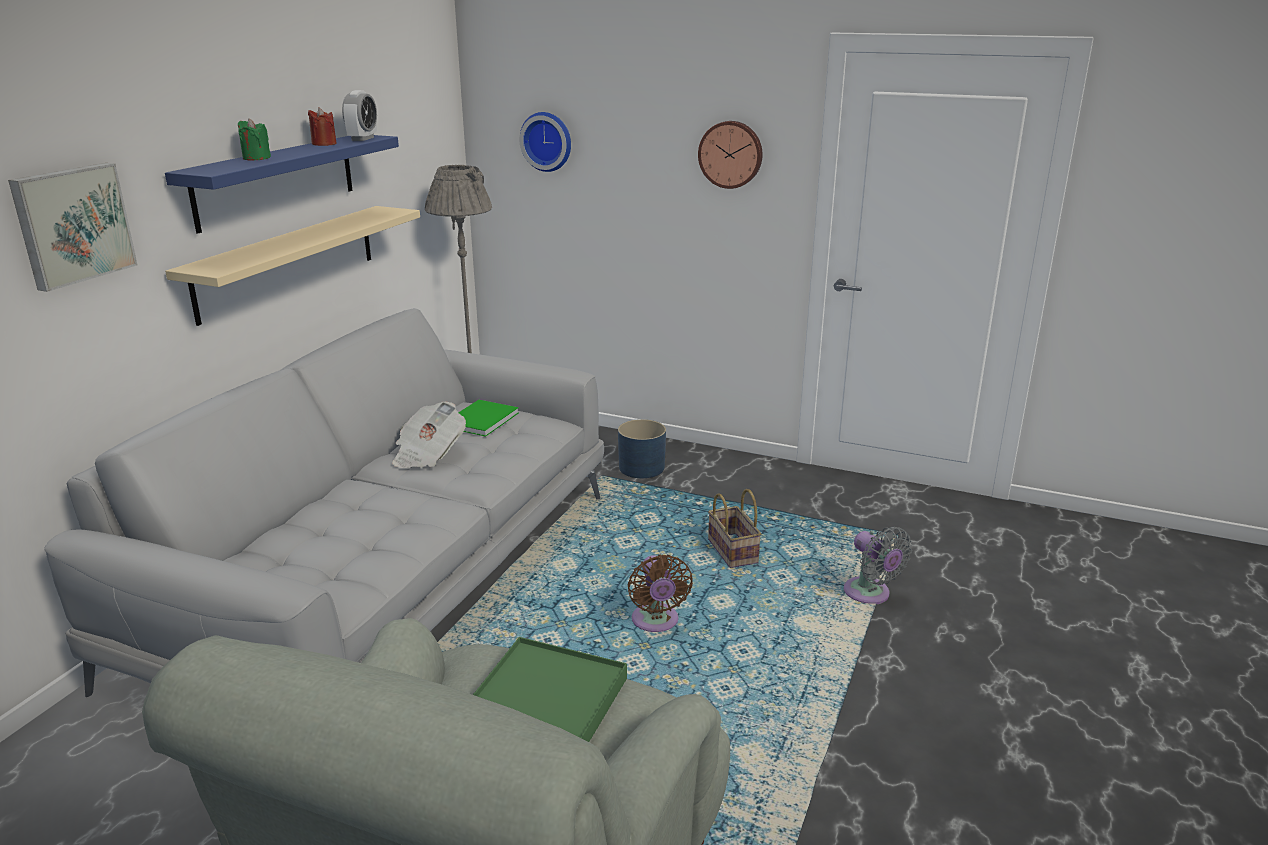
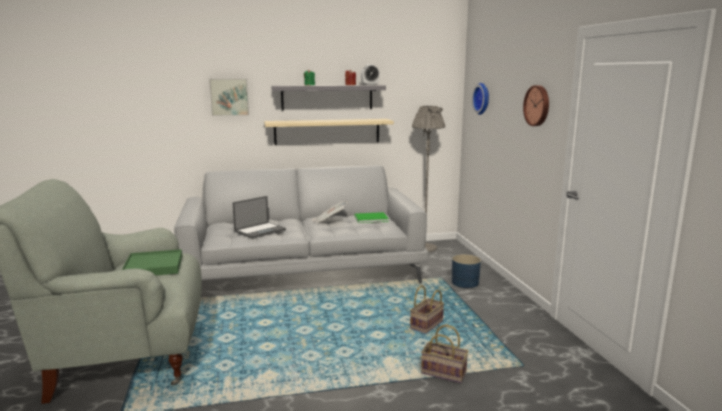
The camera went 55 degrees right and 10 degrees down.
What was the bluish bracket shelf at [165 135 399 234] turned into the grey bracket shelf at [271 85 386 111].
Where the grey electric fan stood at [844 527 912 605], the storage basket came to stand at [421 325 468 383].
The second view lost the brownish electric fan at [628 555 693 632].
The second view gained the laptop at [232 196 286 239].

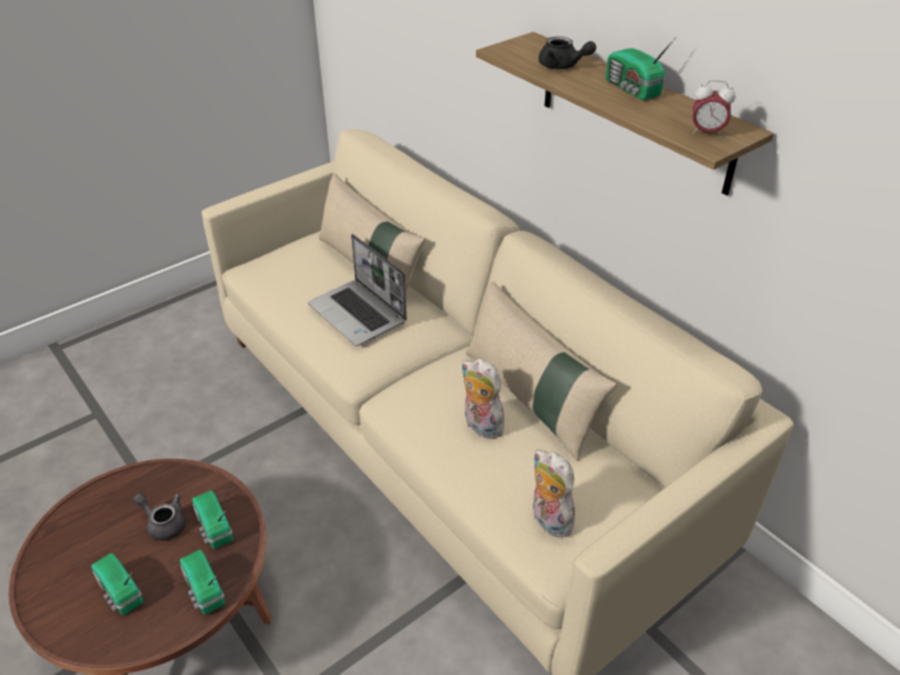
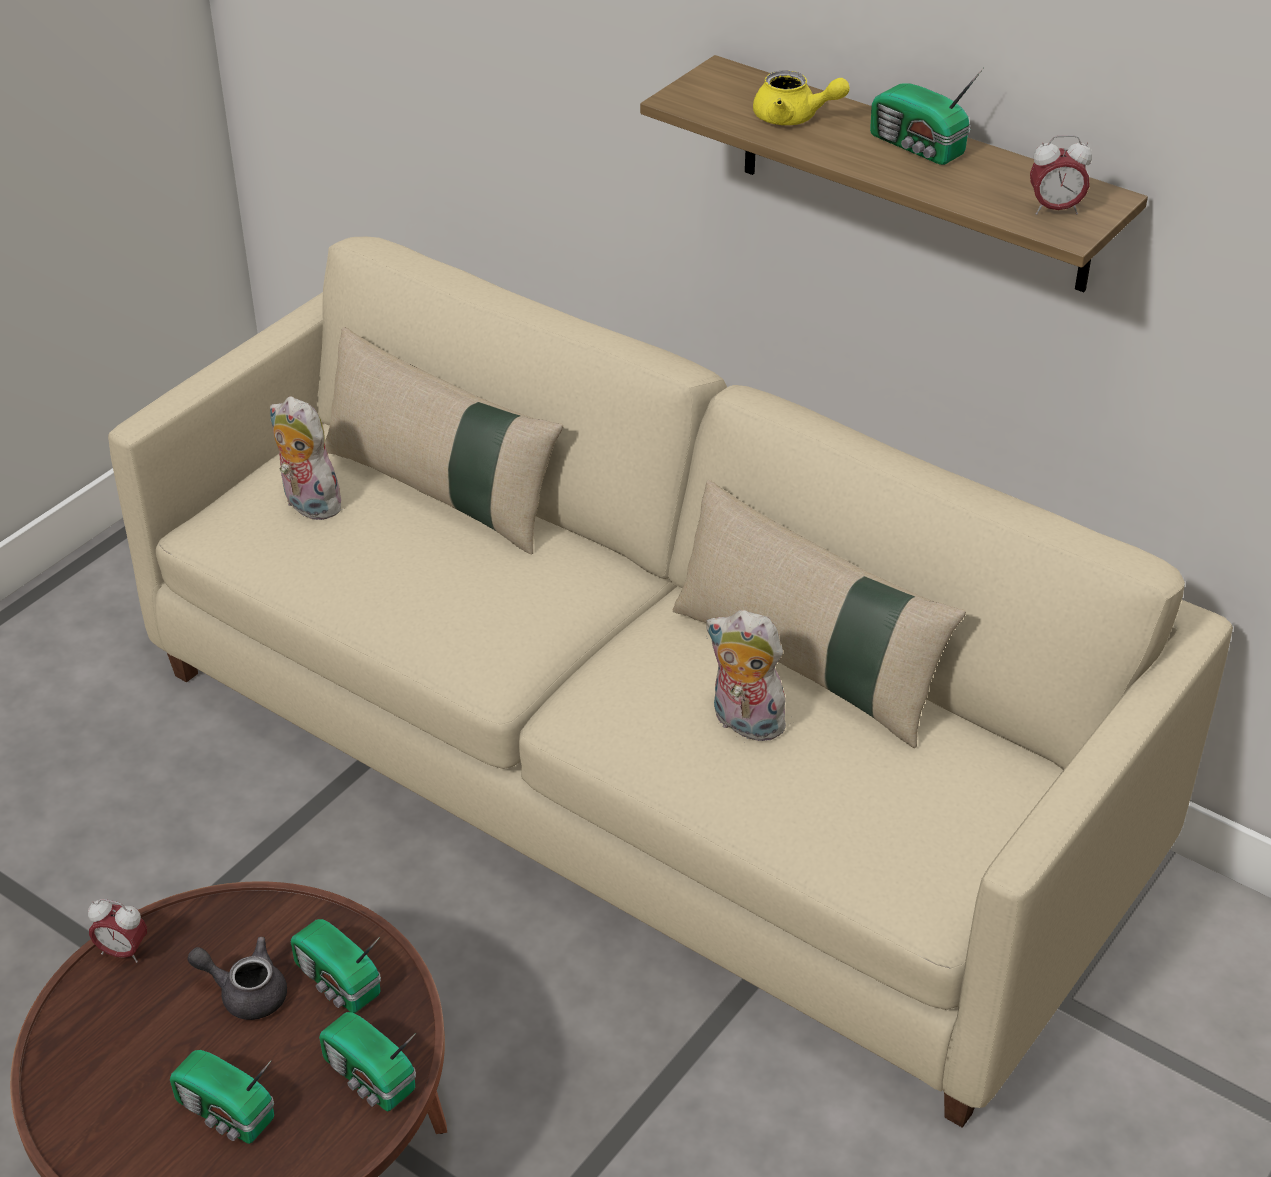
The camera went 15 degrees left and 0 degrees up.
What was the black-coloured tea pot at [539 36 596 69] turned into the yellowish tea pot at [753 70 850 125].
The second view lost the laptop at [308 234 407 346].
The cuddly toy ended up elsewhere, having gone from [533 449 575 538] to [270 396 343 520].
The second view gained the alarm clock at [88 899 147 963].

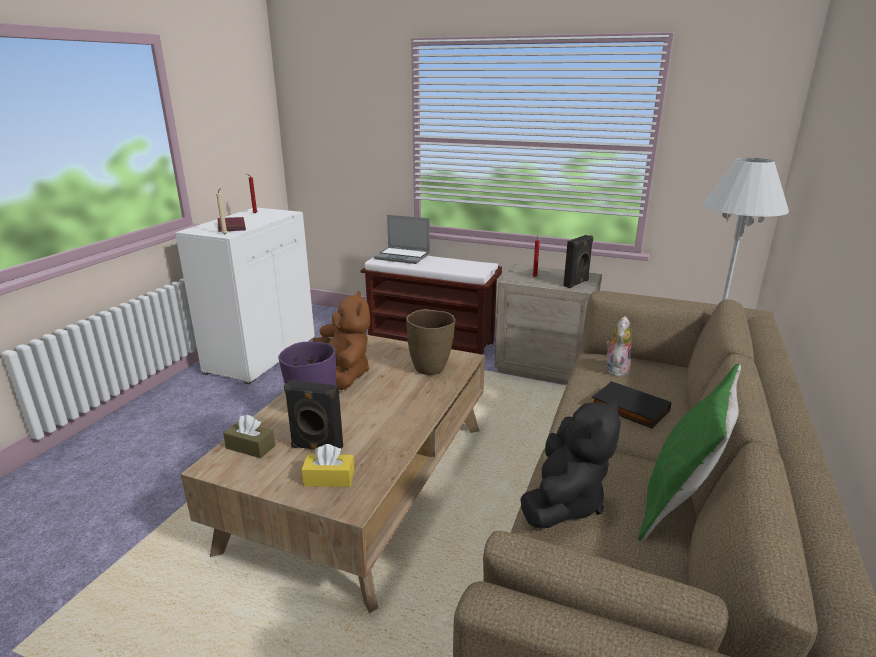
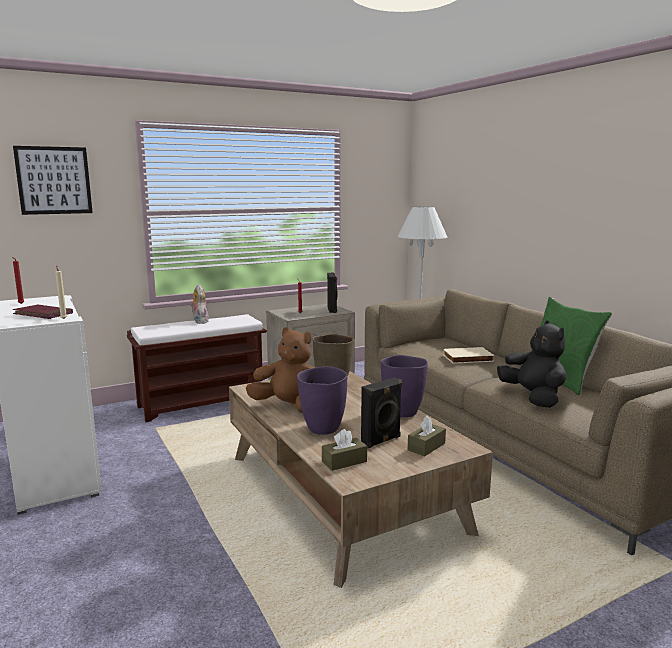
The camera went 50 degrees left and 10 degrees down.
The second view lost the laptop at [374 215 430 264].
The cuddly toy ended up elsewhere, having gone from [606 316 632 377] to [190 284 209 324].
What was the black-coloured book at [592 381 671 429] turned into the sand-coloured book at [443 347 494 364].
What was the yellowish box of tissues at [301 444 354 487] turned into the brownish box of tissues at [408 416 446 456].
The second view gained the picture at [13 146 93 215].
The second view gained the purplish flower vase at [381 355 428 417].

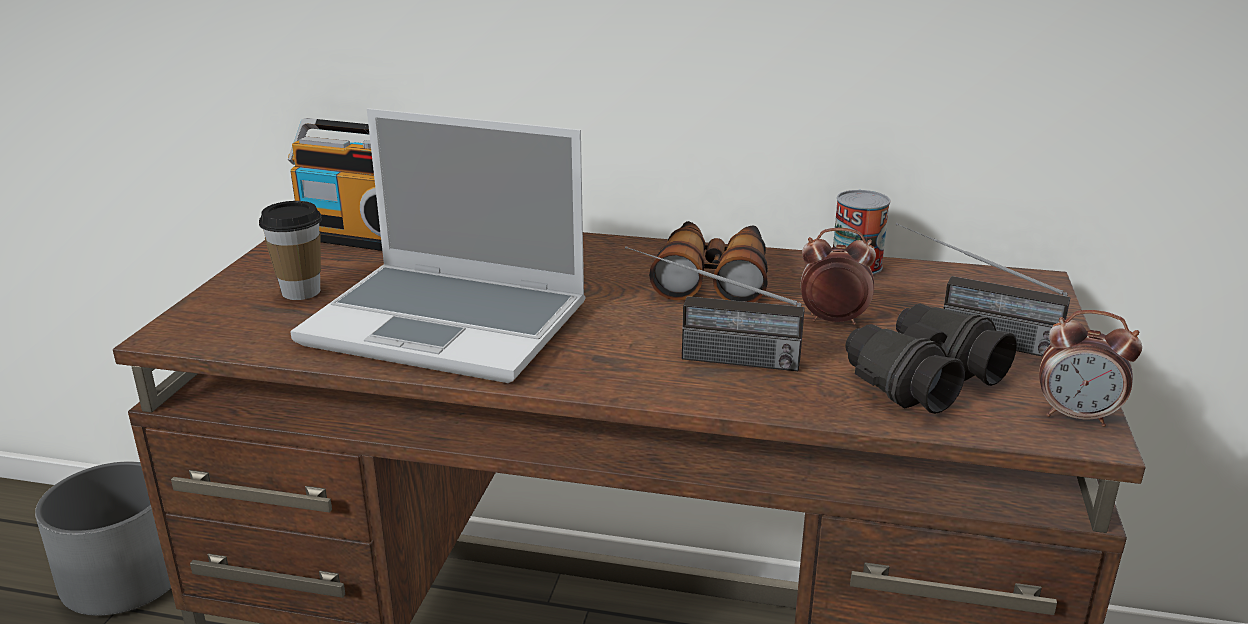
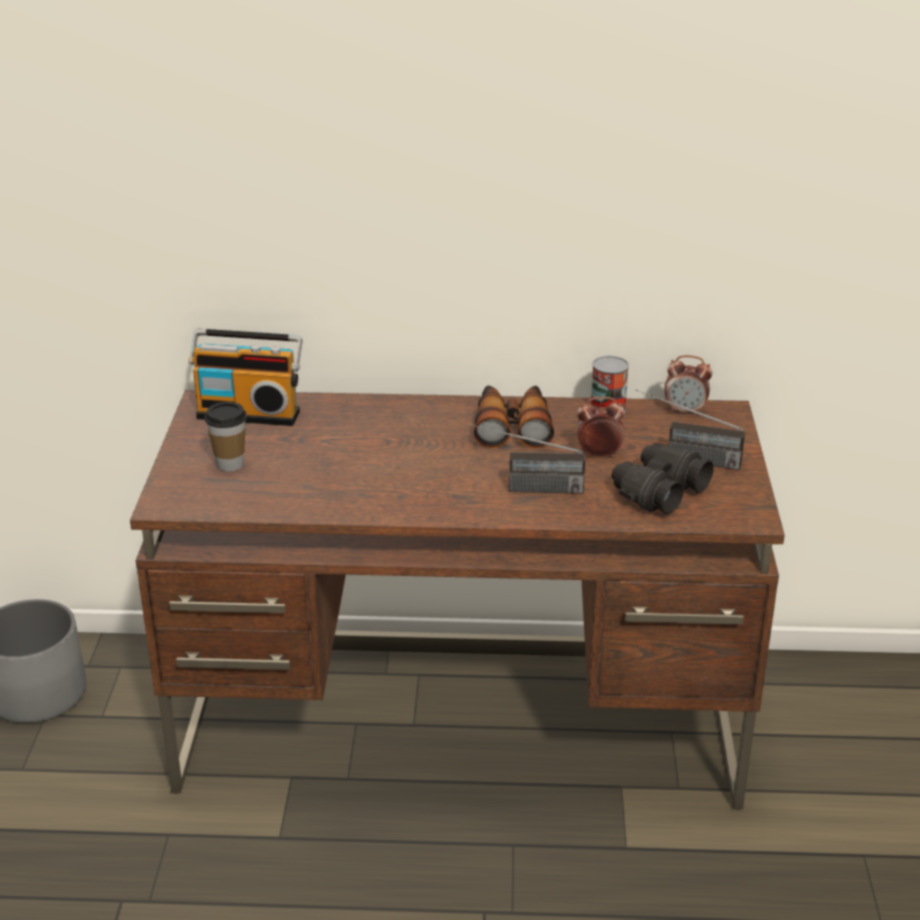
The camera went 10 degrees left and 5 degrees up.
The second view lost the laptop at [290 108 585 383].
The alarm clock ended up elsewhere, having gone from [1039 310 1142 427] to [664 355 712 415].

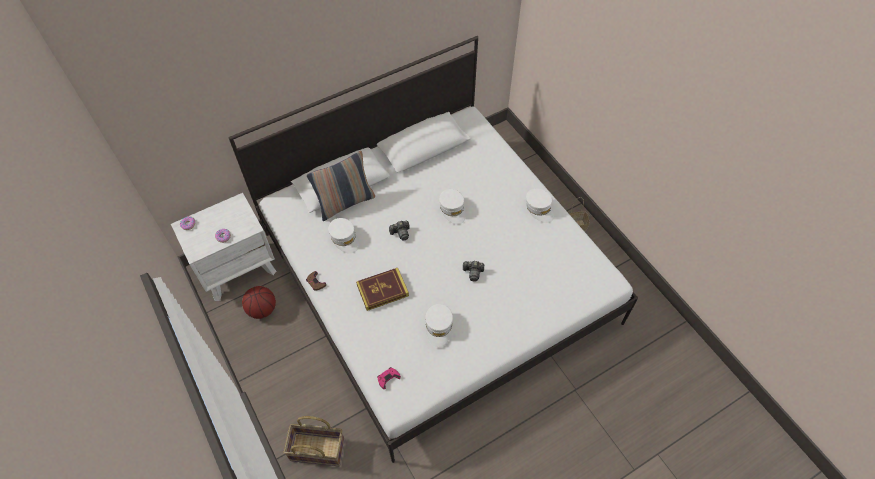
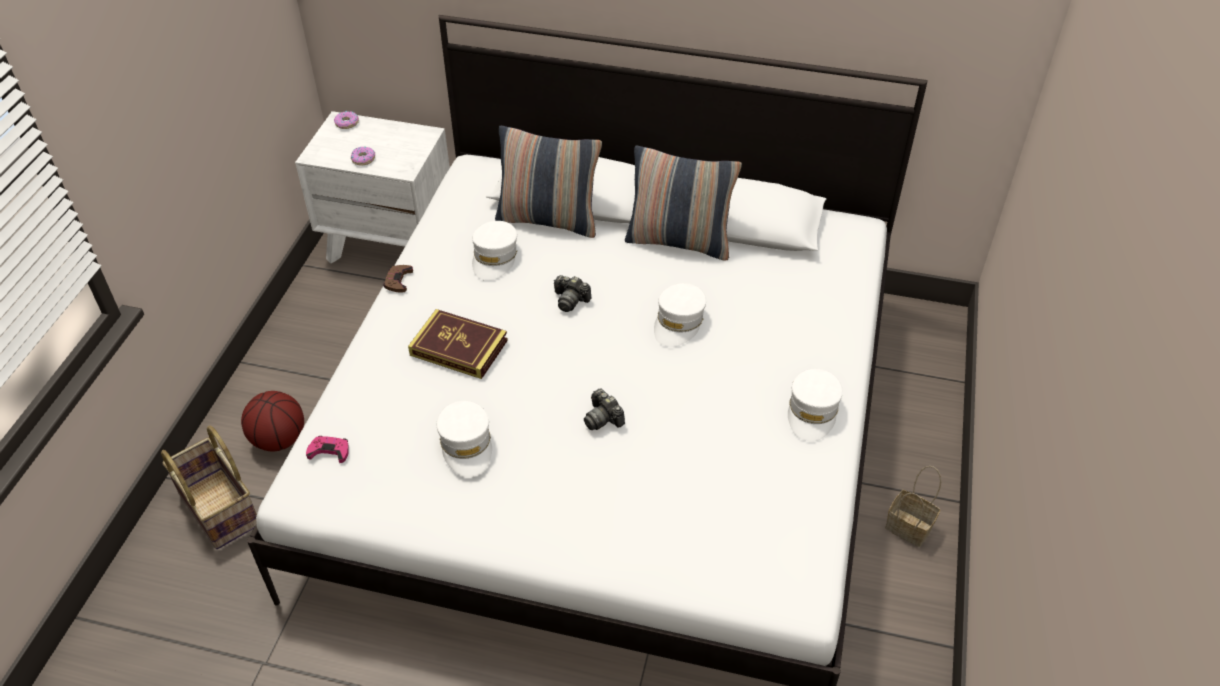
The camera went 45 degrees right and 10 degrees down.
The basketball ball ended up elsewhere, having gone from [242 286 276 319] to [241 391 304 451].
The whitish baseball cap at [425 304 453 347] ended up facing another way, 60 degrees counterclockwise from before.
The second view gained the throw pillow at [625 146 742 260].

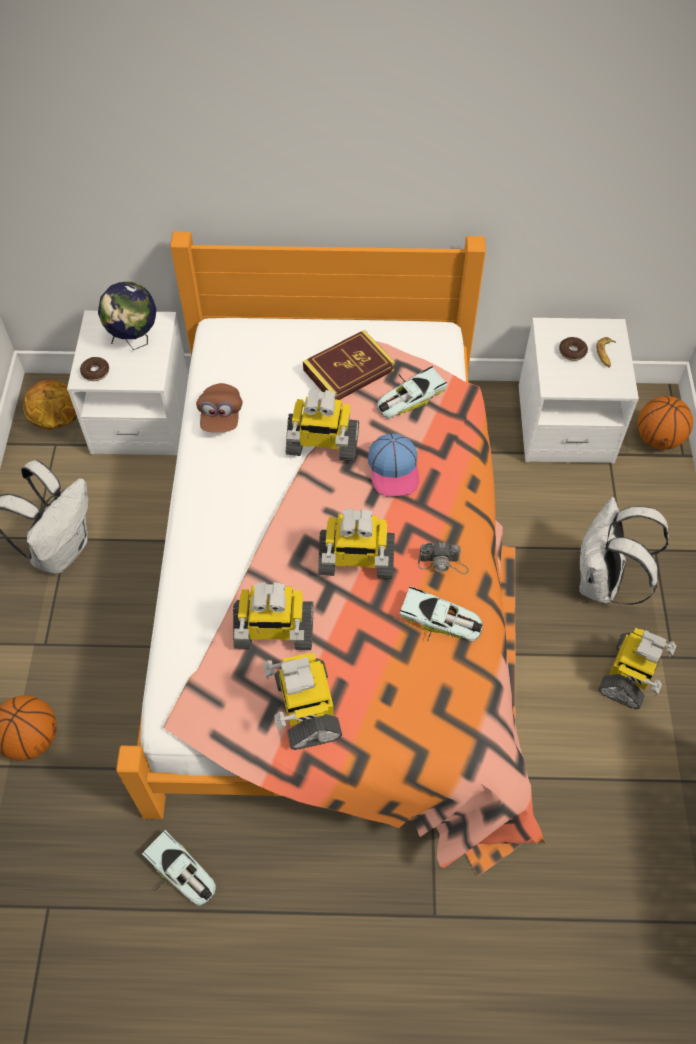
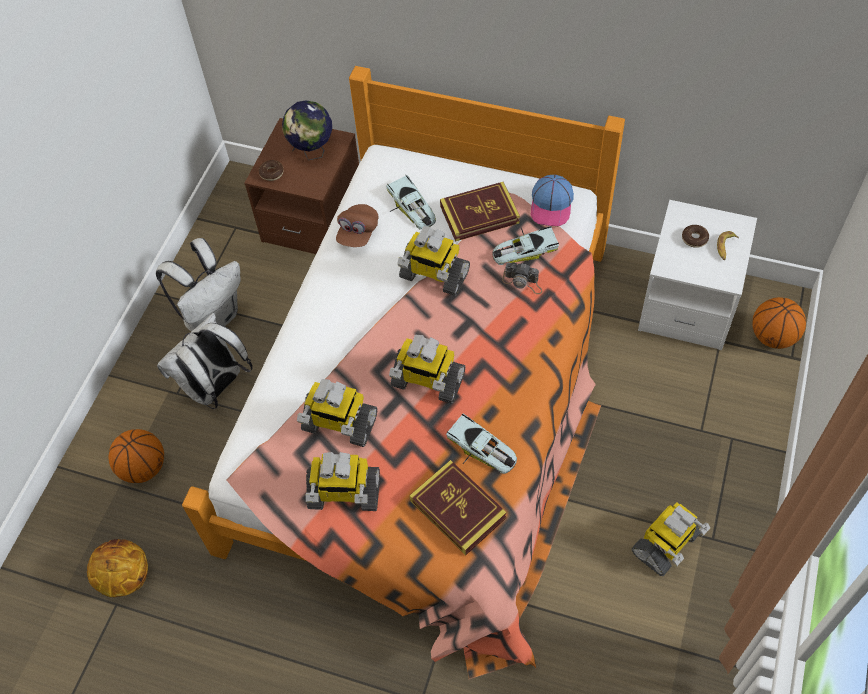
The camera went 20 degrees right and 0 degrees up.
What was the whitish nightstand at [67 310 189 456] turned into the brownish nightstand at [244 118 359 254].
The basketball ball ended up elsewhere, having gone from [23 379 77 430] to [87 539 148 597].
The baseball cap ended up elsewhere, having gone from [368 433 419 497] to [531 174 574 226].
The whitish rucksack ended up elsewhere, having gone from [579 497 669 605] to [157 313 253 409].
The photo camera ended up elsewhere, having gone from [418 542 469 575] to [502 262 543 294].
The model robot at [263 653 342 750] ended up facing another way, 90 degrees counterclockwise from before.
The toy car ended up elsewhere, having gone from [142 830 217 906] to [386 175 436 229].
The second view gained the book at [409 460 507 555].

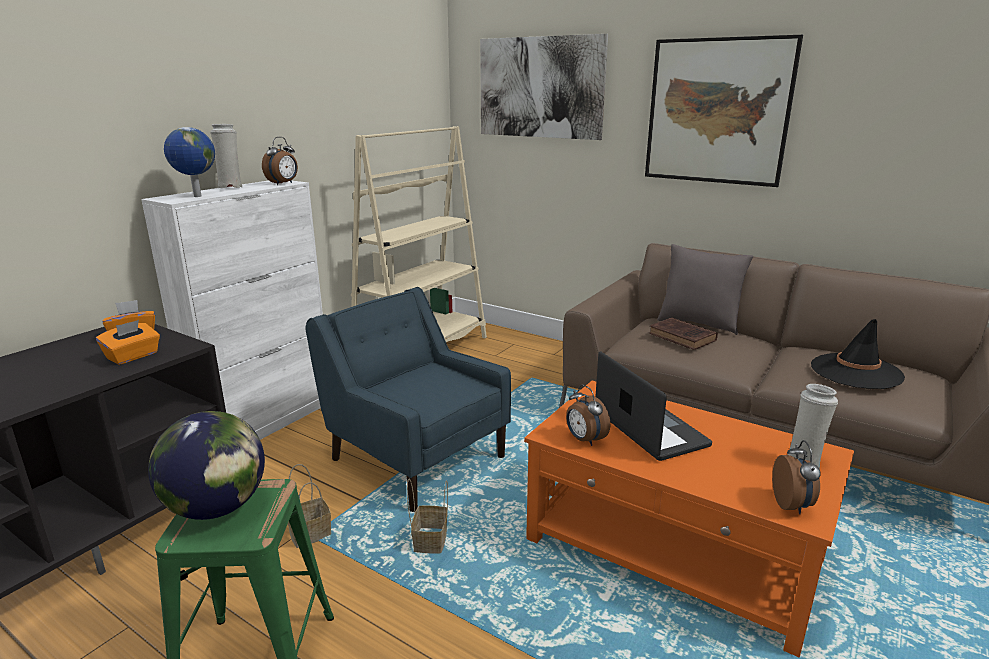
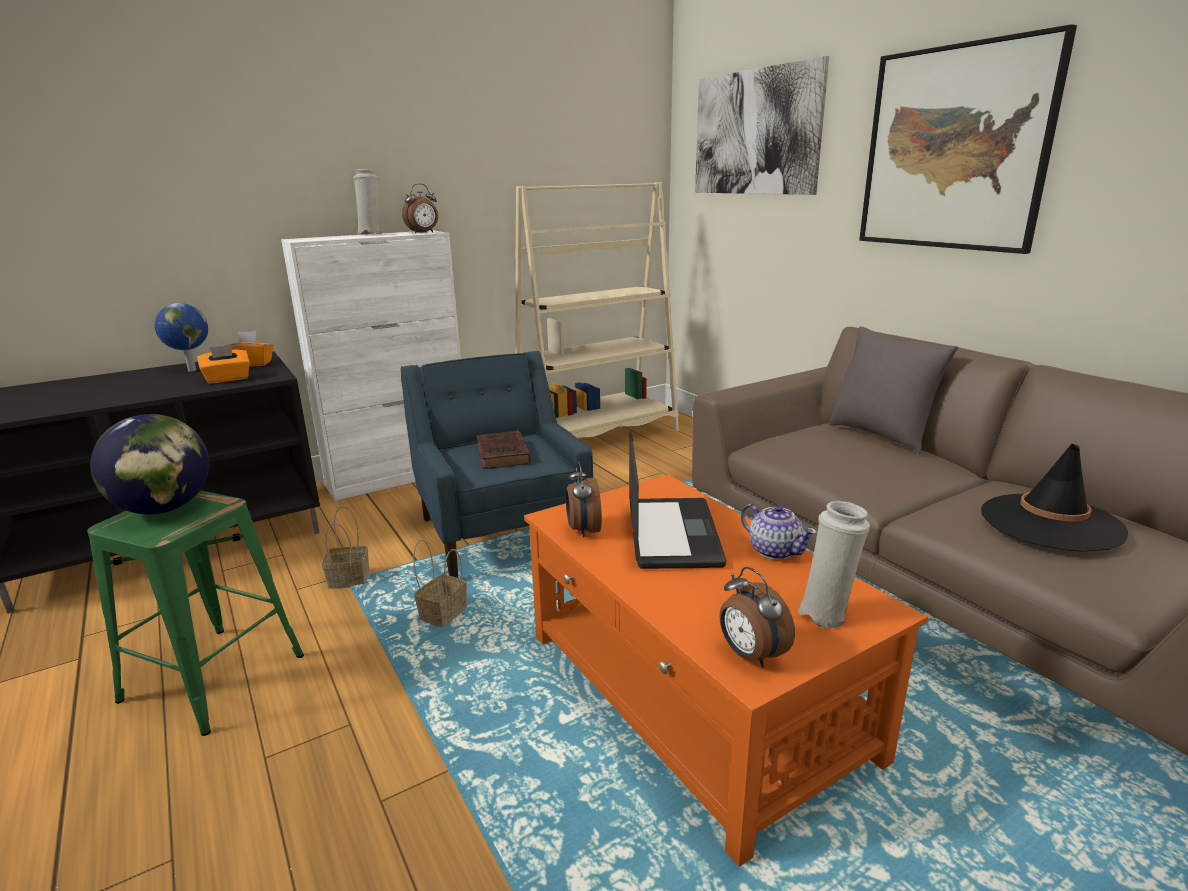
The camera went 25 degrees right and 0 degrees up.
The world globe ended up elsewhere, having gone from [164 127 215 197] to [155 303 208 372].
The brownish book ended up elsewhere, having gone from [649 318 718 350] to [477 431 531 469].
The alarm clock at [772 440 821 514] ended up facing another way, 120 degrees clockwise from before.
The second view gained the tea pot at [741 504 817 560].

